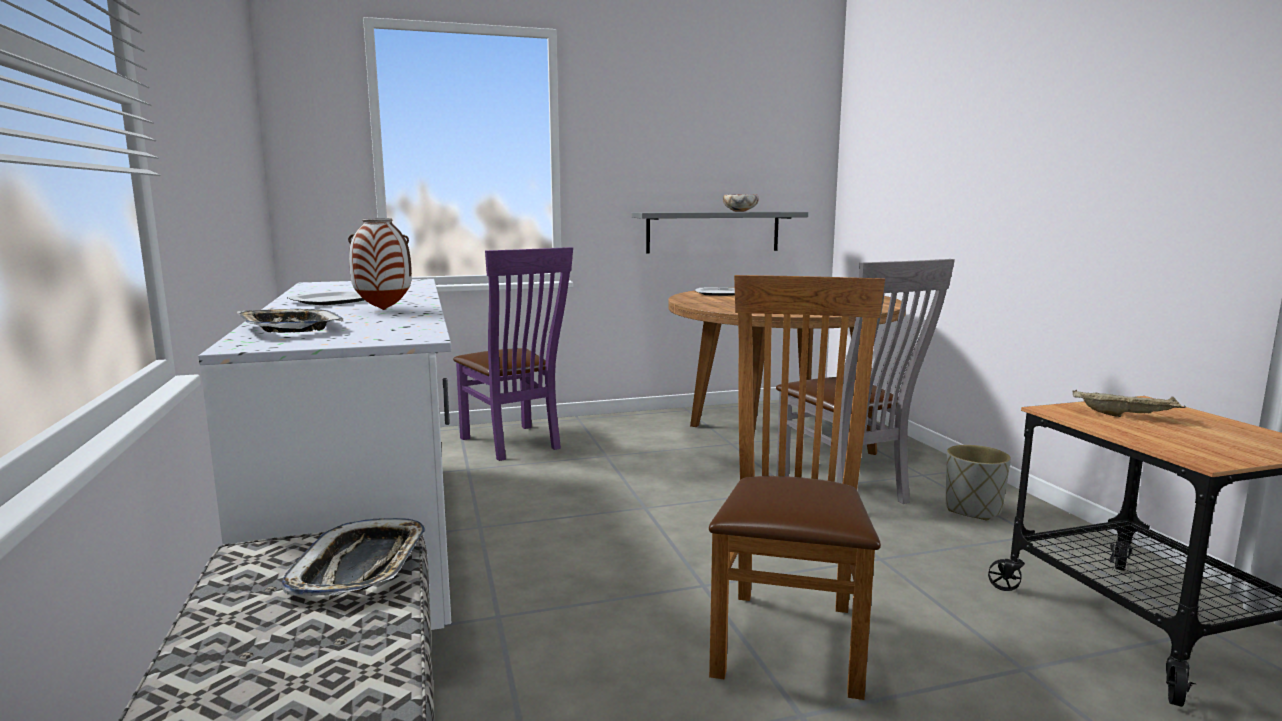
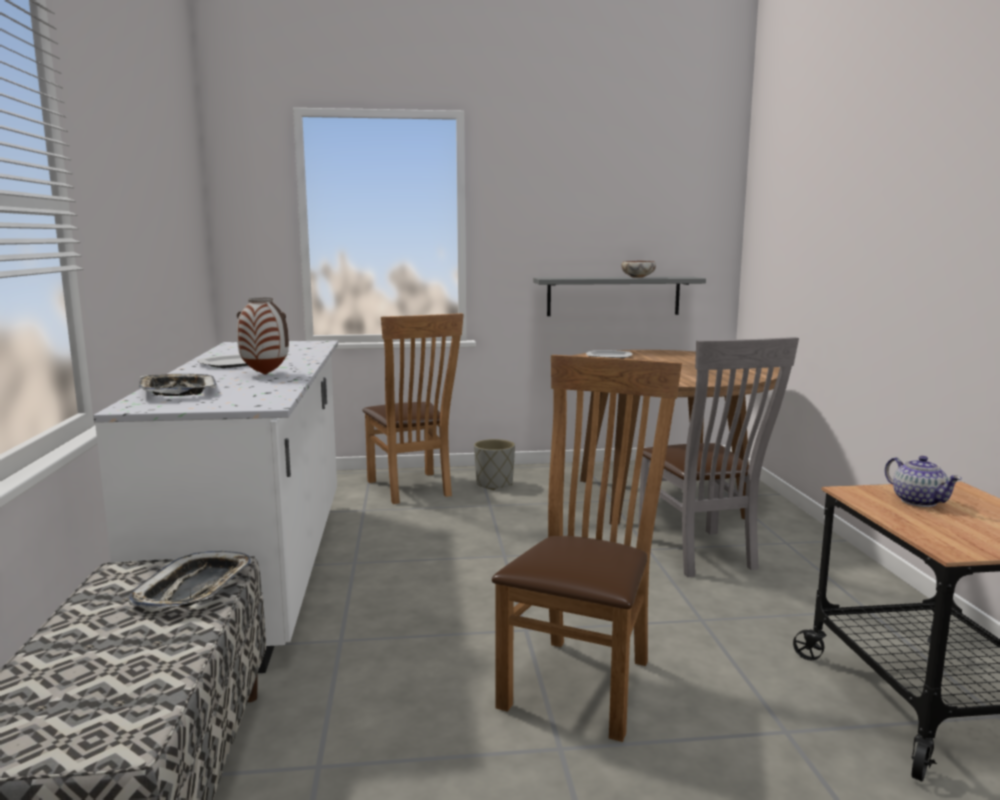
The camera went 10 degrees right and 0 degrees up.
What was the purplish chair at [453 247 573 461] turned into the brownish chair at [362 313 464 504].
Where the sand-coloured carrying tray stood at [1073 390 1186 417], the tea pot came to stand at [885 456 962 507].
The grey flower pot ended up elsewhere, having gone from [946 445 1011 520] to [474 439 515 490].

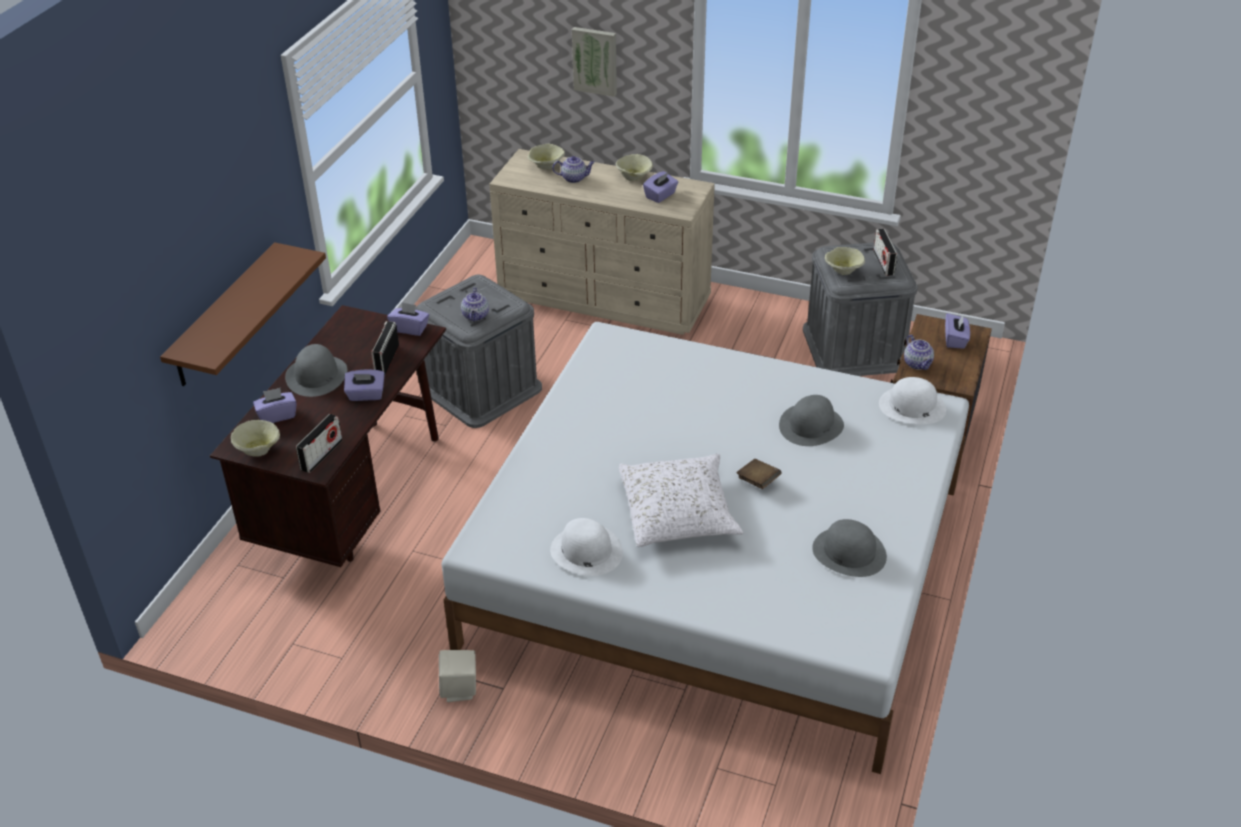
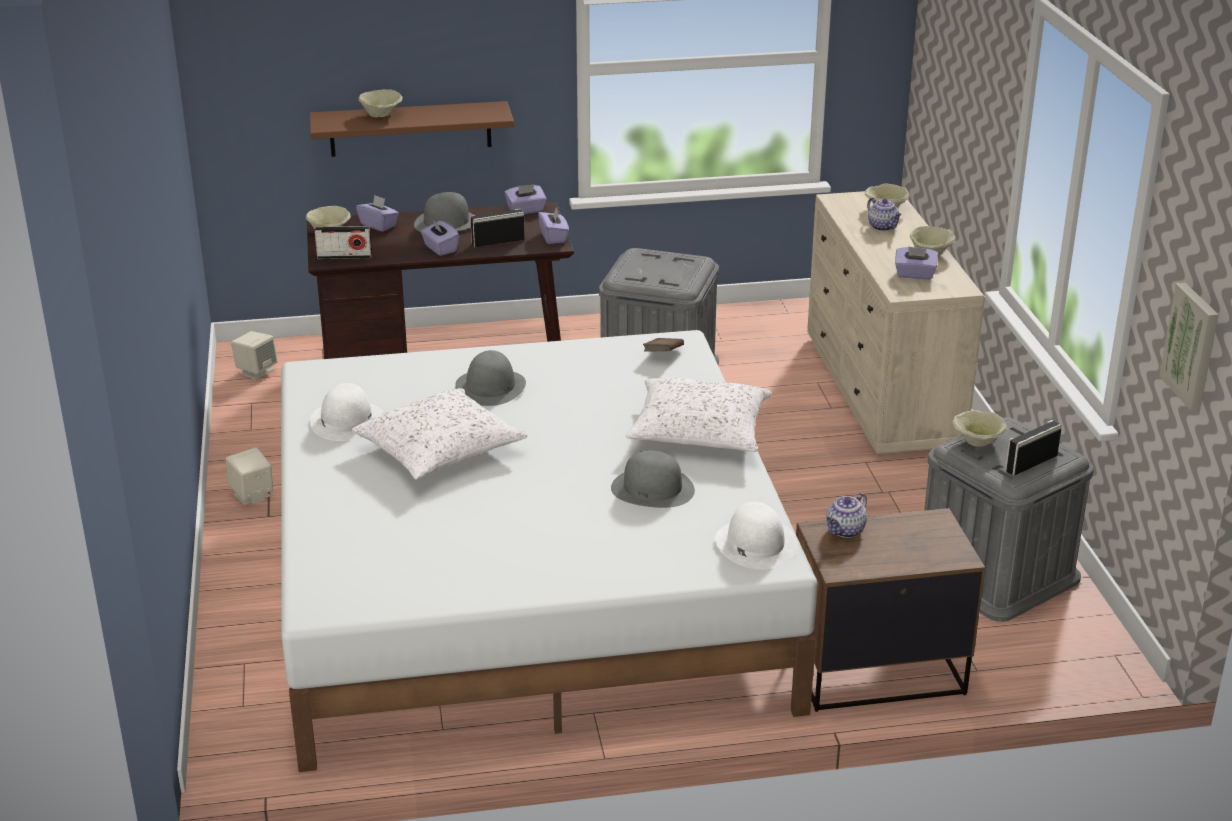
The camera went 60 degrees right and 10 degrees down.
The picture ended up elsewhere, having gone from [572 27 617 97] to [1159 283 1219 410].
The second view lost the tea pot at [461 287 489 321].
The purplish box of tissues ended up elsewhere, having gone from [945 313 970 349] to [505 184 547 214].
The brownish book ended up elsewhere, having gone from [736 459 782 489] to [643 338 684 352].
The grey clothing hat ended up elsewhere, having gone from [812 519 887 577] to [455 350 526 406].
The second view gained the sand-coloured bowl at [359 89 402 117].
The second view gained the sand-coloured loudspeaker at [231 331 278 380].
The second view gained the whitish throw pillow at [626 378 772 452].

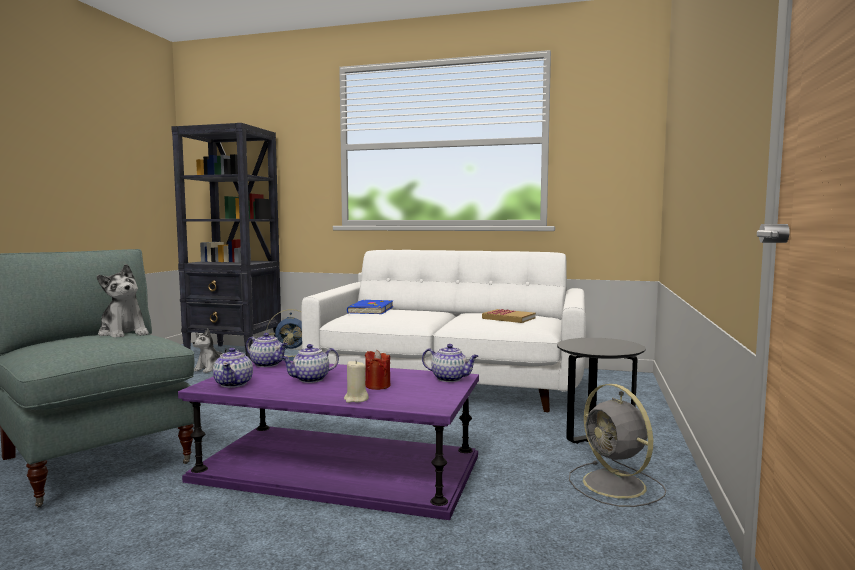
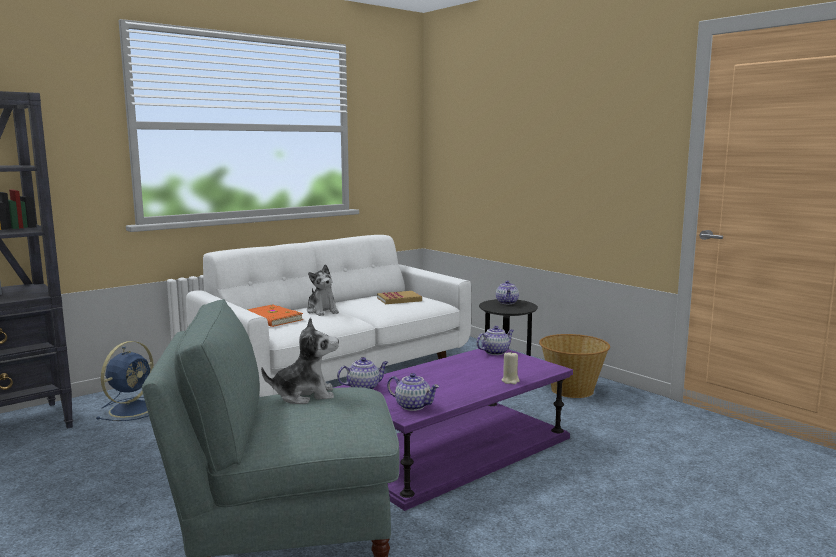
The camera went 55 degrees left and 5 degrees up.
What was the bluish book at [347 299 394 314] turned into the orangey book at [247 304 303 327].
The cuddly toy ended up elsewhere, having gone from [192 328 227 373] to [307 264 339 316].
The tea pot ended up elsewhere, having gone from [281 344 339 383] to [496 281 519 304].
The second view lost the red-coloured wax light at [365 350 390 390].
Where the grey electric fan stood at [569 384 666 507], the storage basket came to stand at [539 334 610 398].

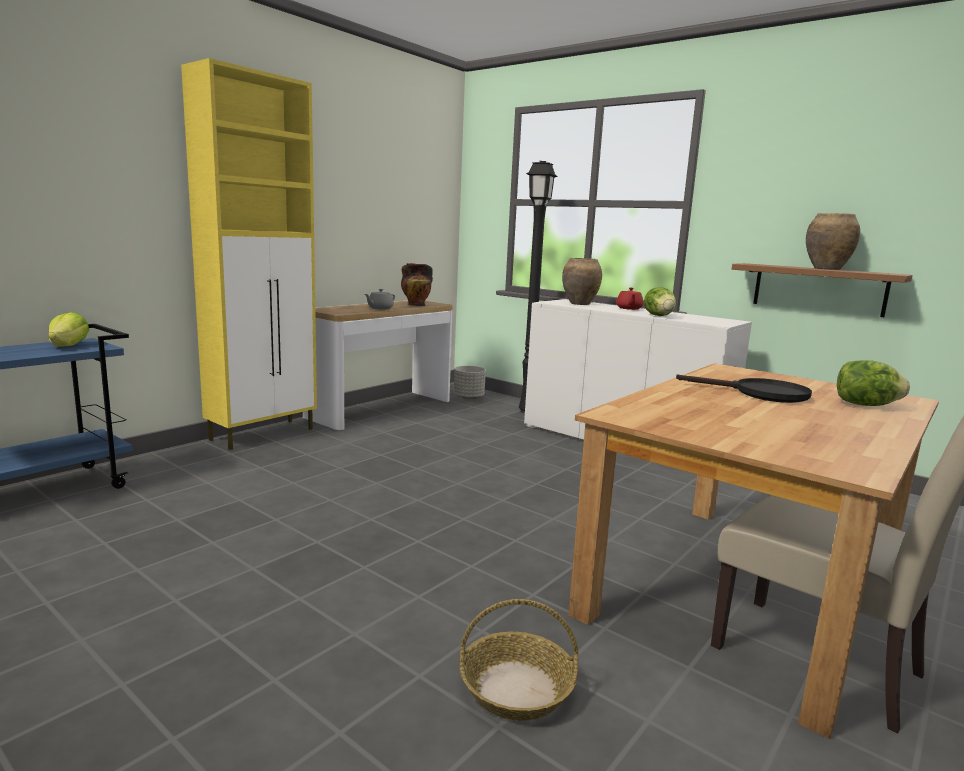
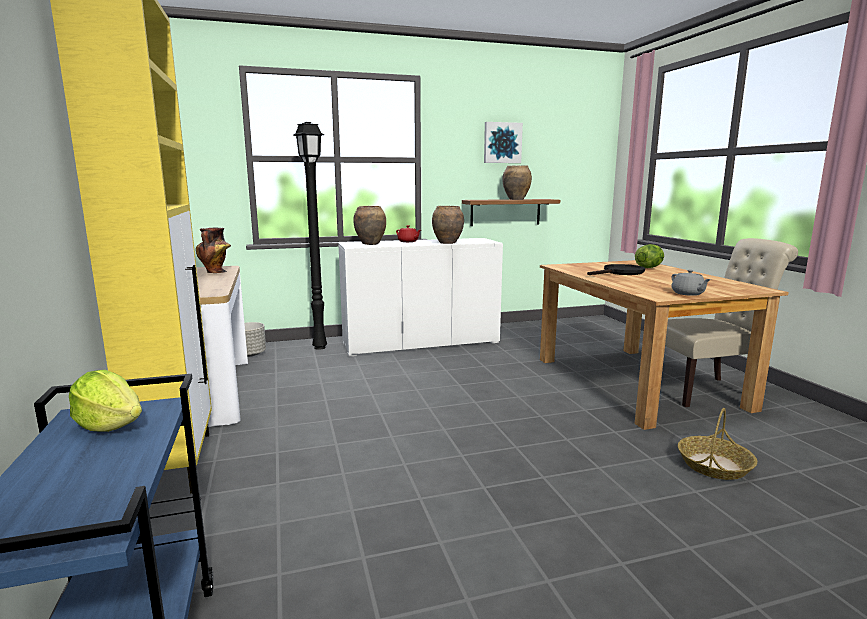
The camera went 55 degrees left and 0 degrees up.
Where the lettuce stood at [644 287 676 316], the brownish flower vase came to stand at [432 206 464 244].
The grey tea pot ended up elsewhere, having gone from [365 289 395 310] to [671 270 711 296].
The second view gained the picture at [484 122 523 163].

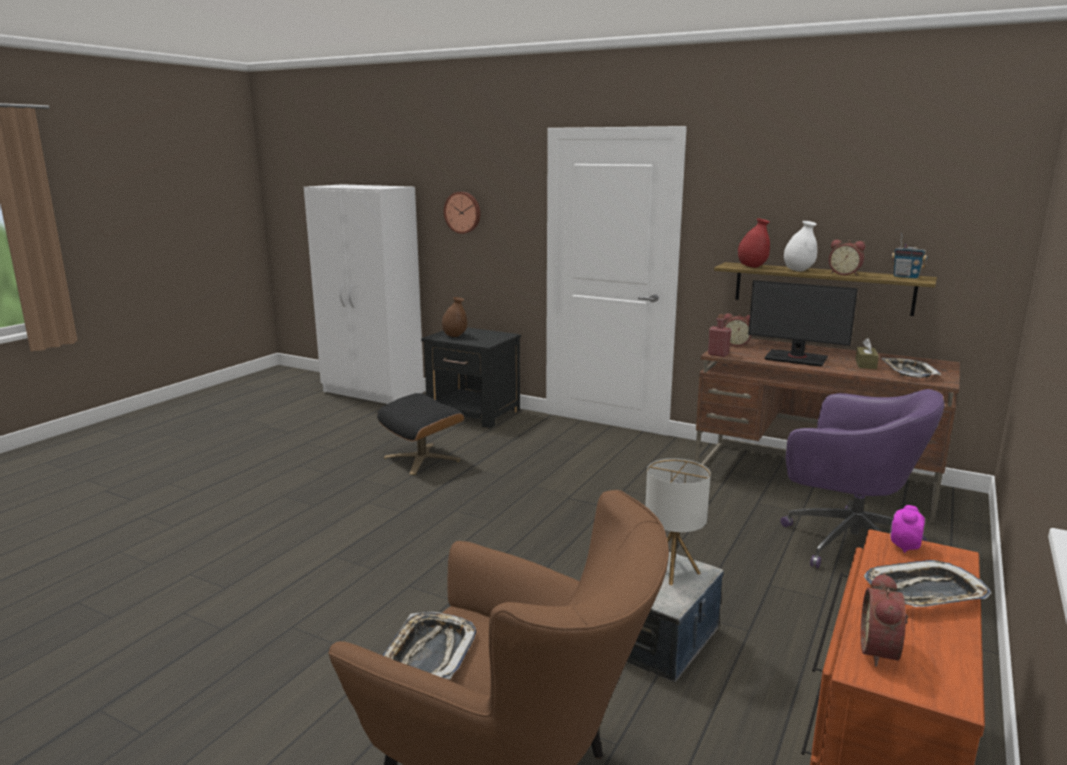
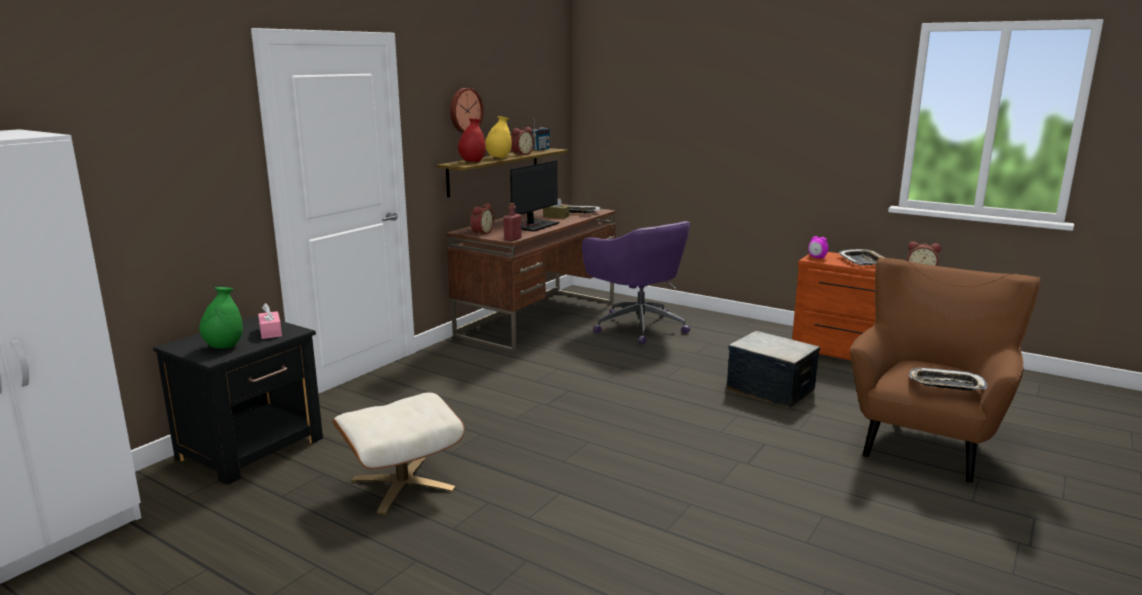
The camera went 85 degrees left and 0 degrees up.
The hanging clock ended up elsewhere, having gone from [444 192 480 234] to [450 88 484 133].
What was the whitish flower vase at [784 221 817 271] turned into the yellowish flower vase at [485 116 512 158].
What was the brownish flower vase at [442 297 467 337] turned into the green-coloured flower vase at [199 287 243 349].
The purplish desk chair at [781 389 944 568] ended up facing another way, 105 degrees clockwise from before.
What was the black-coloured pouffe at [377 393 464 475] turned into the sand-coloured pouffe at [332 393 465 514].
The second view lost the lamp for a table at [645 458 711 585].
The second view gained the pink-coloured box of tissues at [258 303 282 339].

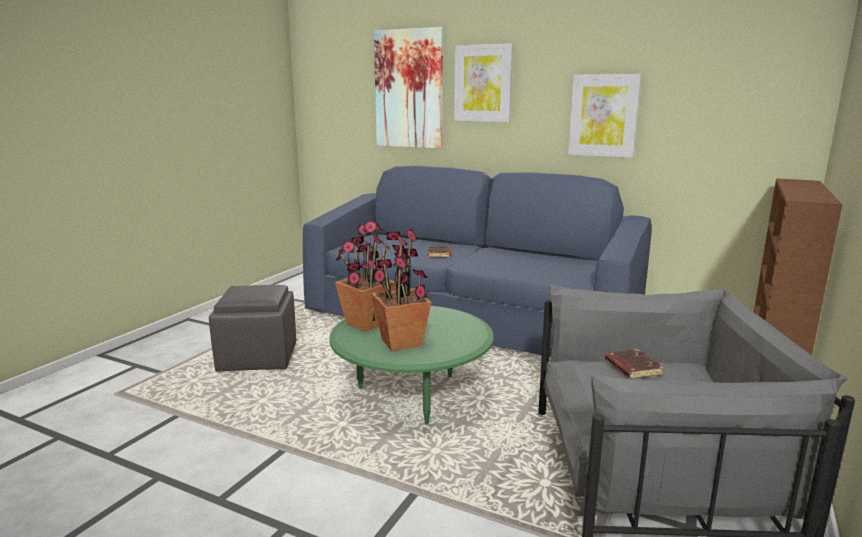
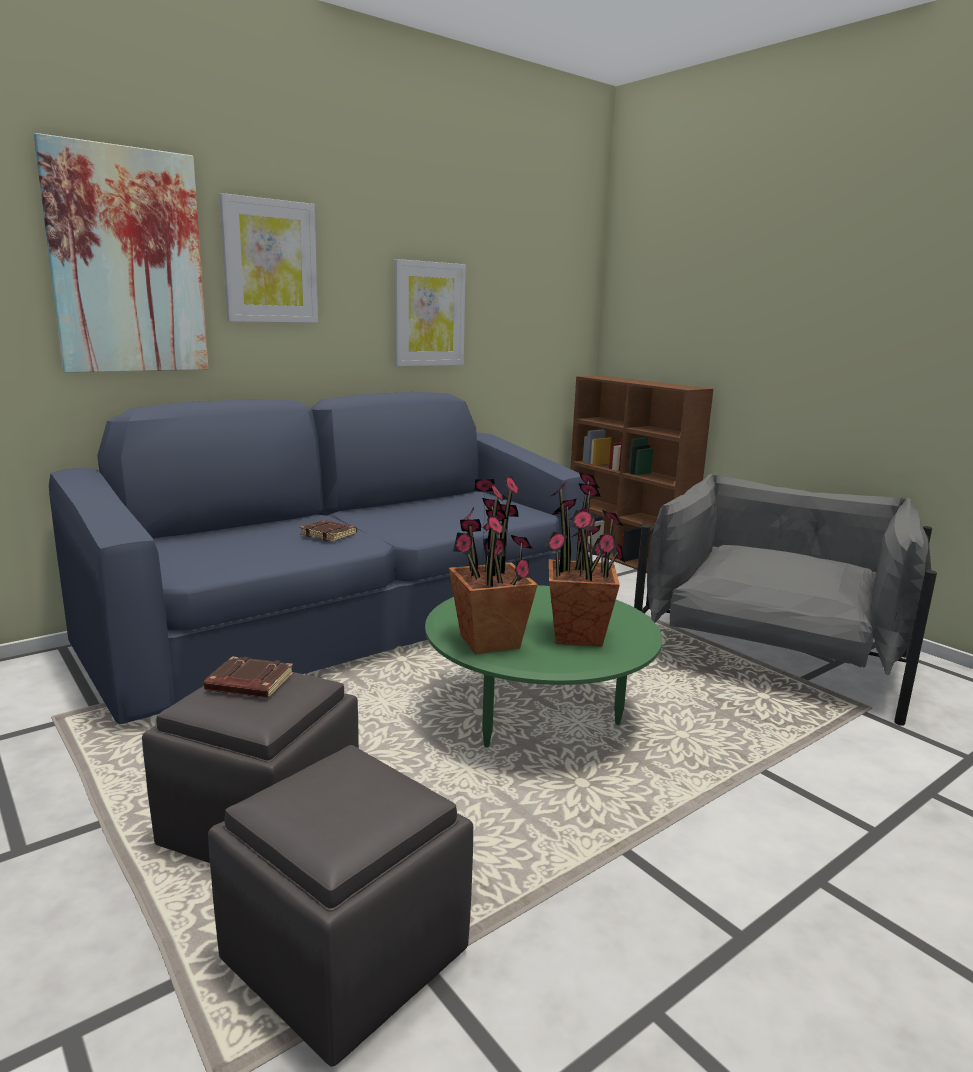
The camera went 65 degrees left and 0 degrees up.
The brownish book ended up elsewhere, having gone from [605 349 664 379] to [204 656 293 698].
The second view gained the grey pouffe at [208 745 473 1067].

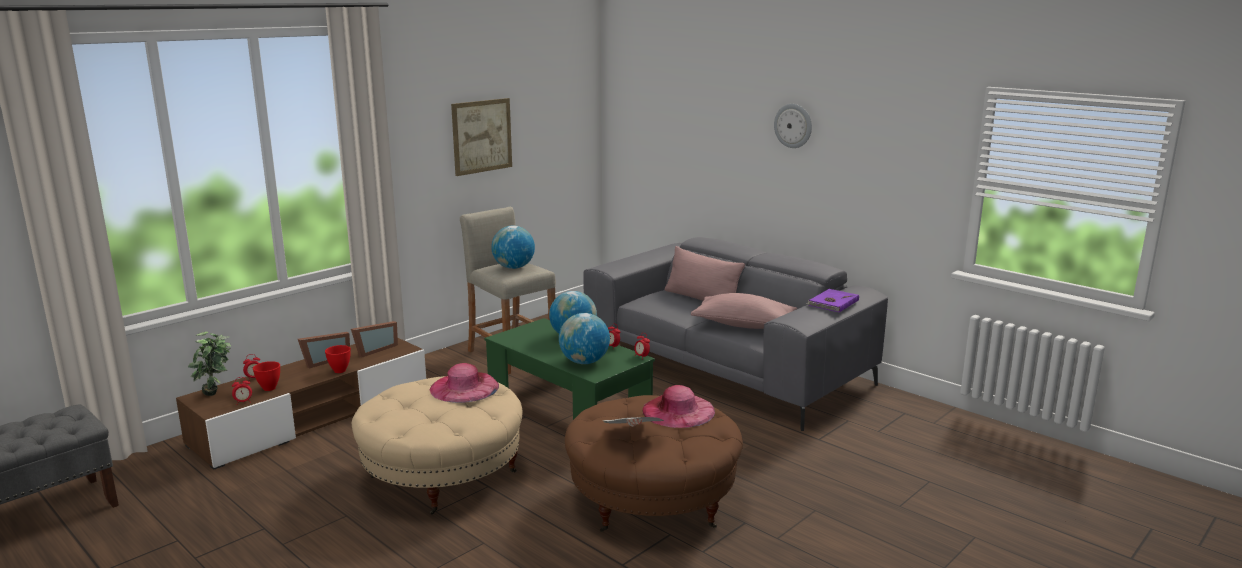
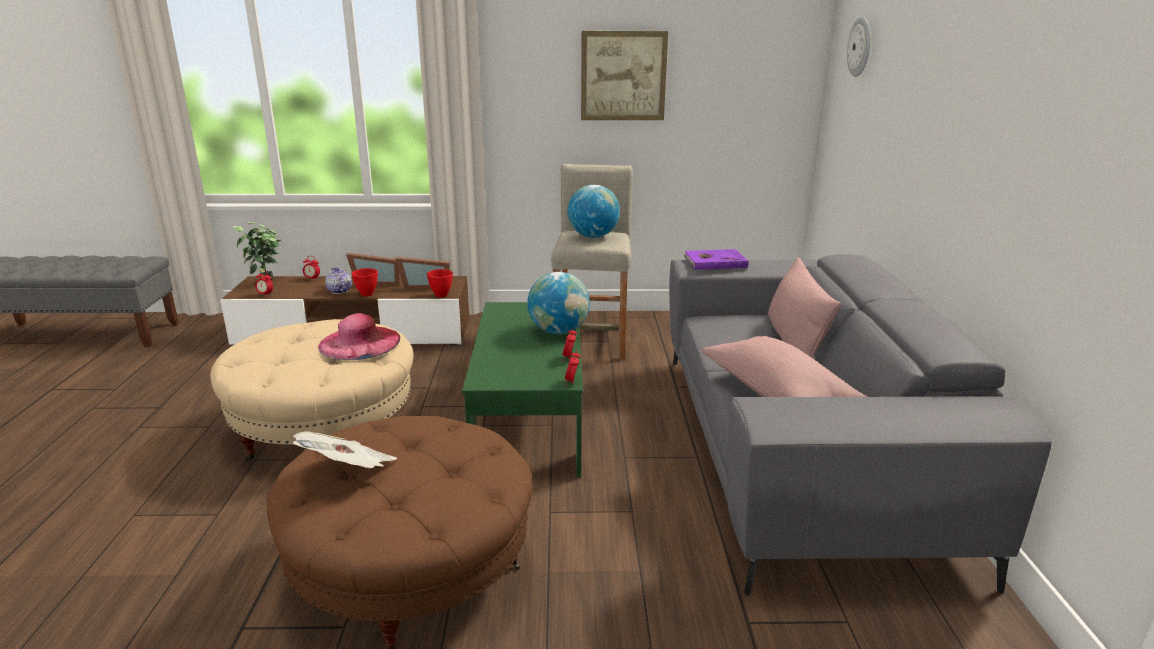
The camera went 45 degrees right and 5 degrees up.
The hanging clock ended up elsewhere, having gone from [774 104 812 148] to [847 17 870 77].
The purplish book ended up elsewhere, having gone from [806 289 859 312] to [683 249 749 270].
The second view lost the world globe at [559 313 610 364].
The red-coloured bowl ended up elsewhere, having gone from [253 361 280 391] to [427 269 453 298].
The second view lost the pink-coloured clothing hat at [642 385 715 428].
The second view gained the tea pot at [325 267 352 294].

